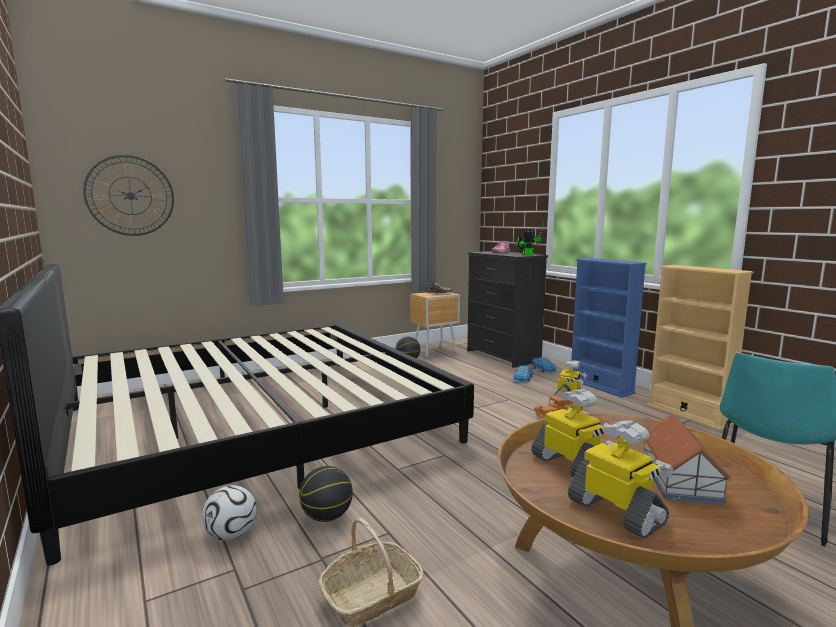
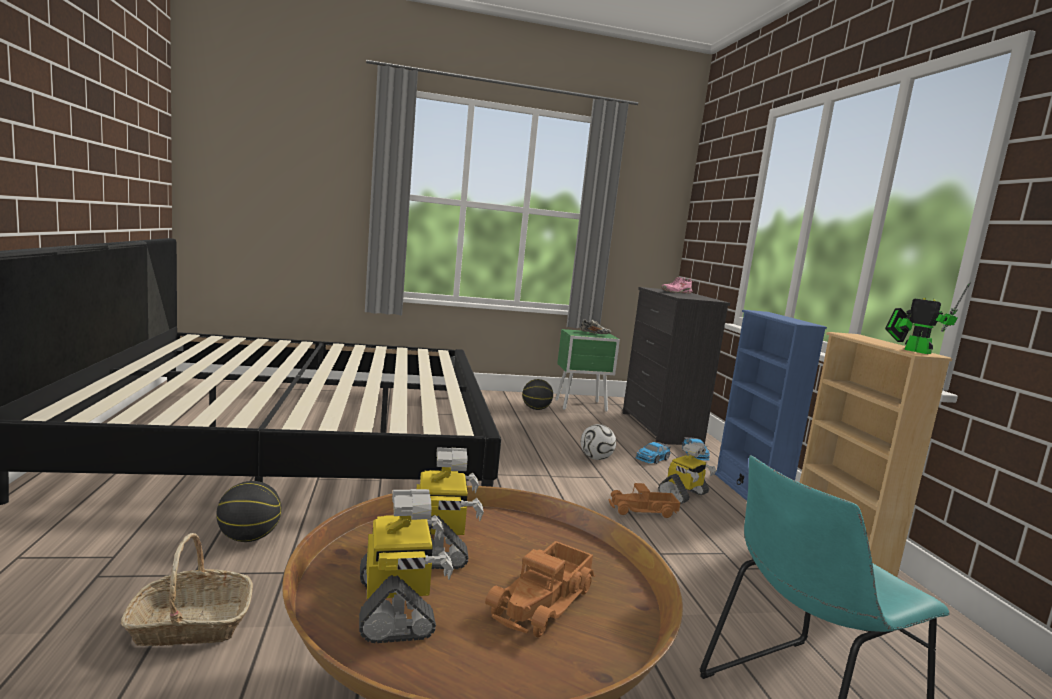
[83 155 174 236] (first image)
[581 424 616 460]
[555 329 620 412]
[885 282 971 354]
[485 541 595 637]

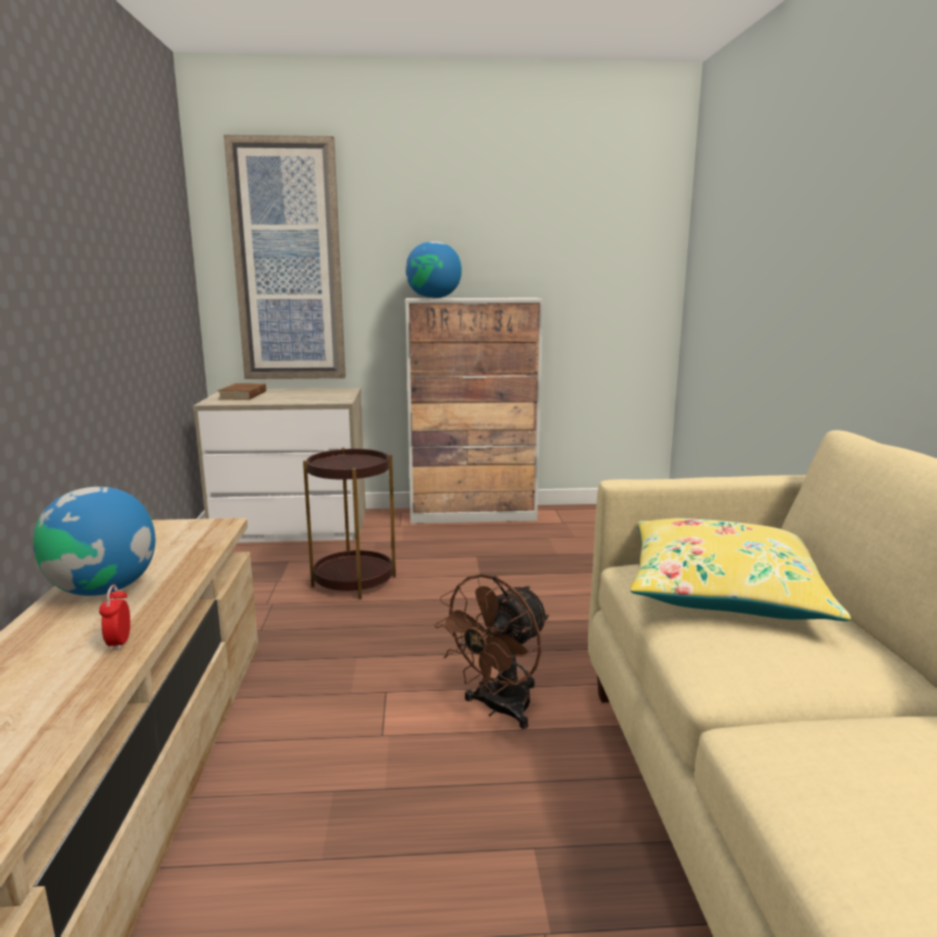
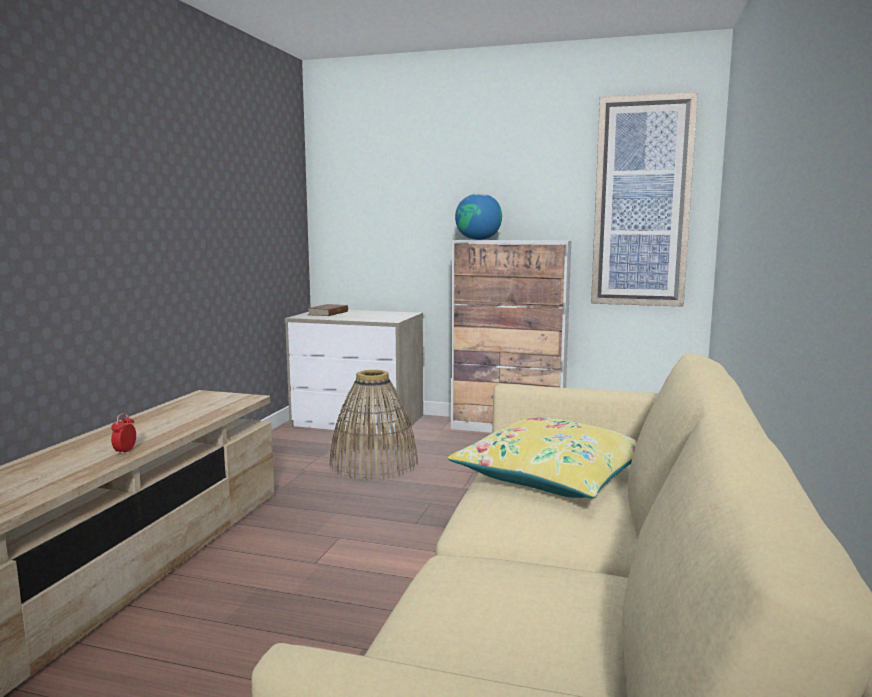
[33 487 155 596] (first image)
[591 92 698 307]
[330 370 418 480]
[434 574 549 729] (first image)

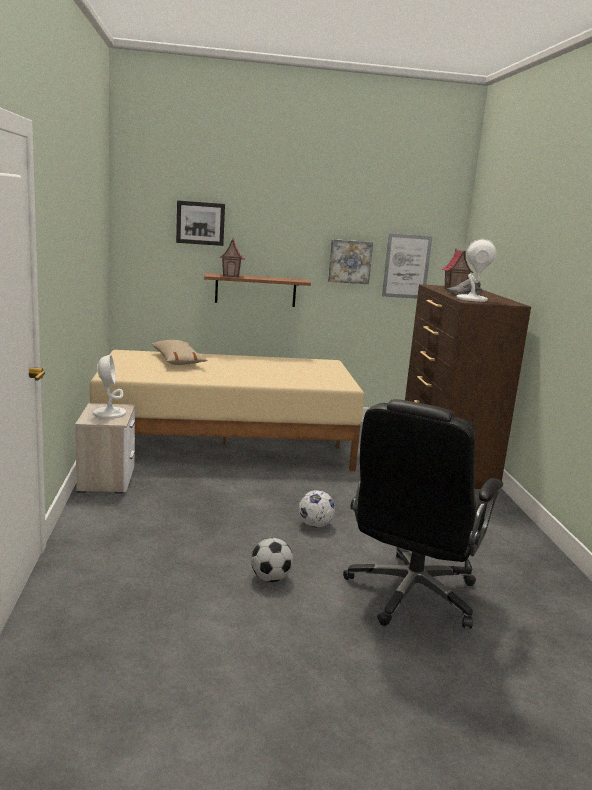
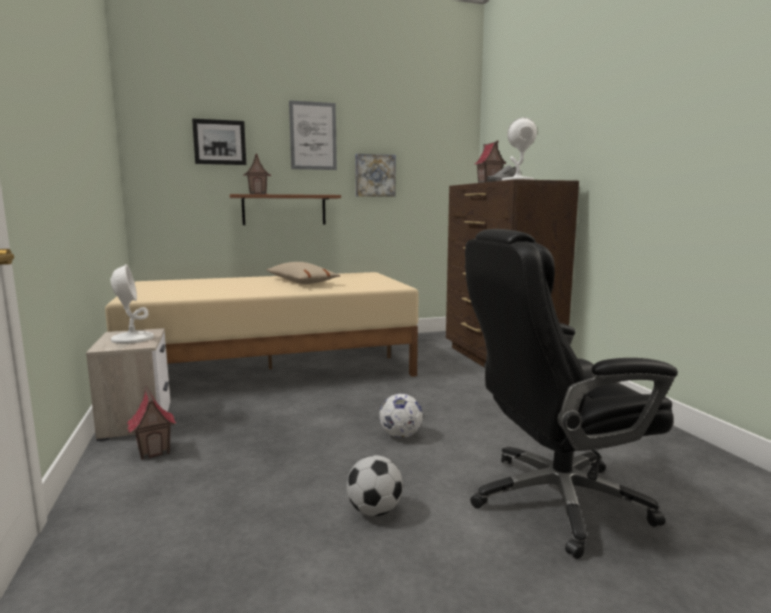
[266 262 341 284]
[465 229 678 559]
[289 100 337 170]
[127 385 176 459]

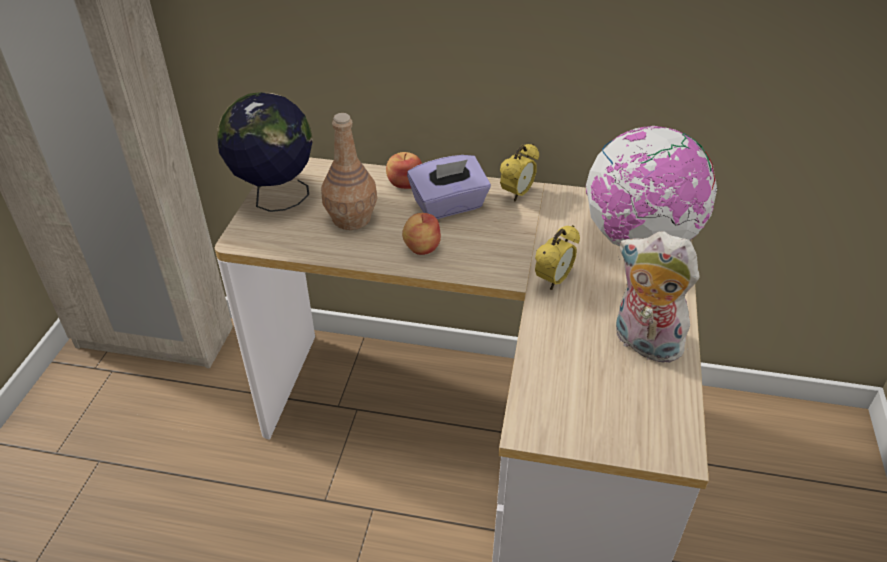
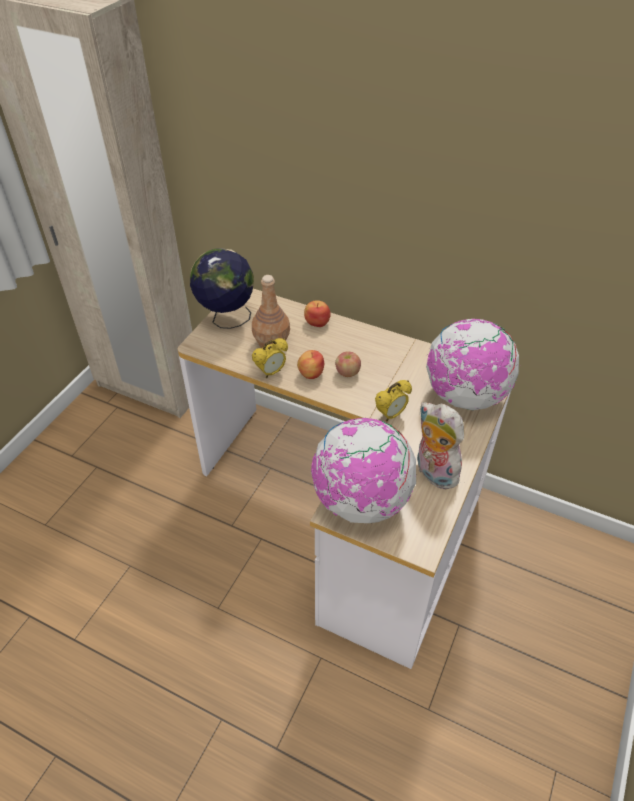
[407 155 491 219] (first image)
[252 338 288 378]
[311 418 416 523]
[335 352 361 377]

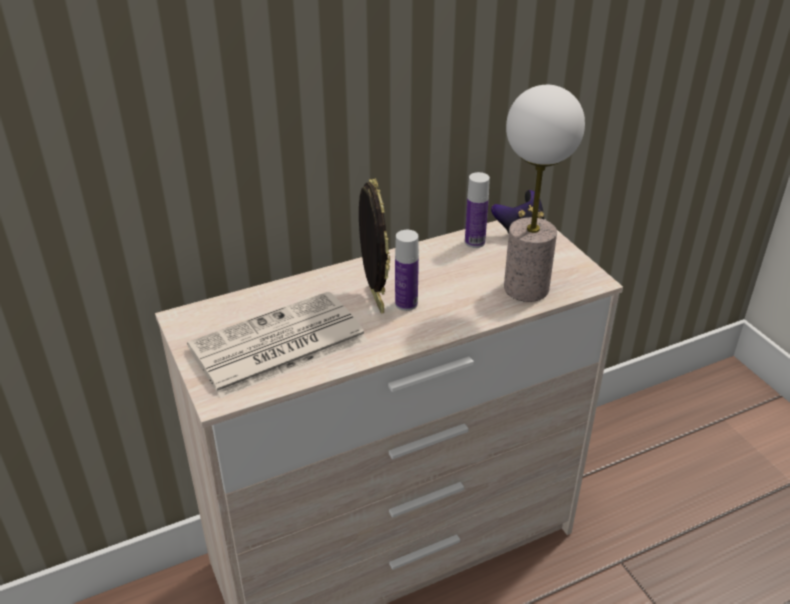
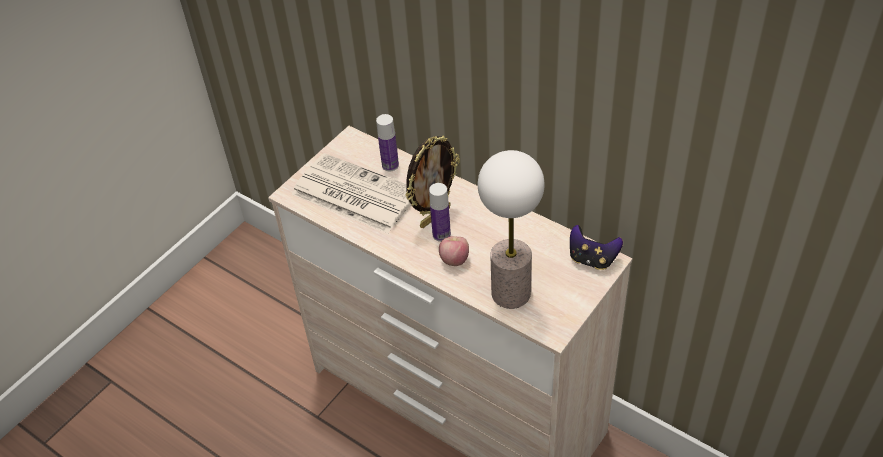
[376 114 399 171]
[439 236 469 266]

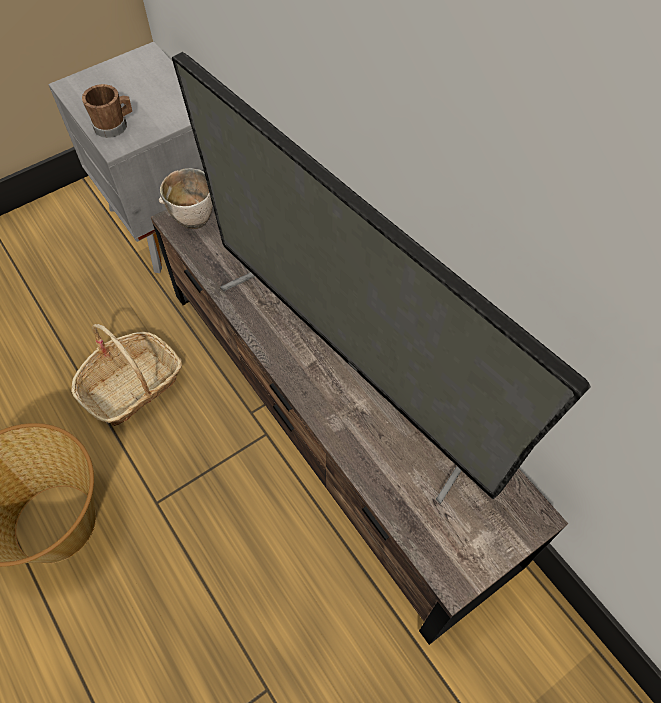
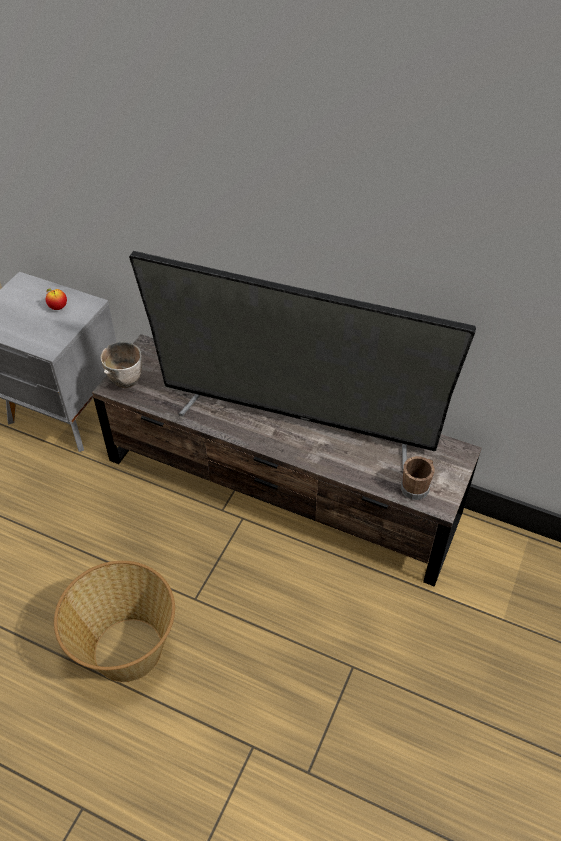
[71 324 182 426] (first image)
[401 456 435 500]
[46 288 67 310]

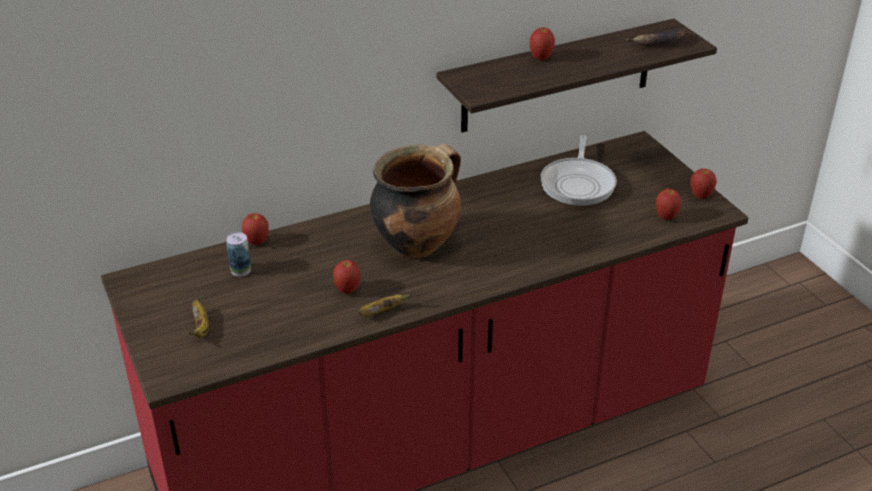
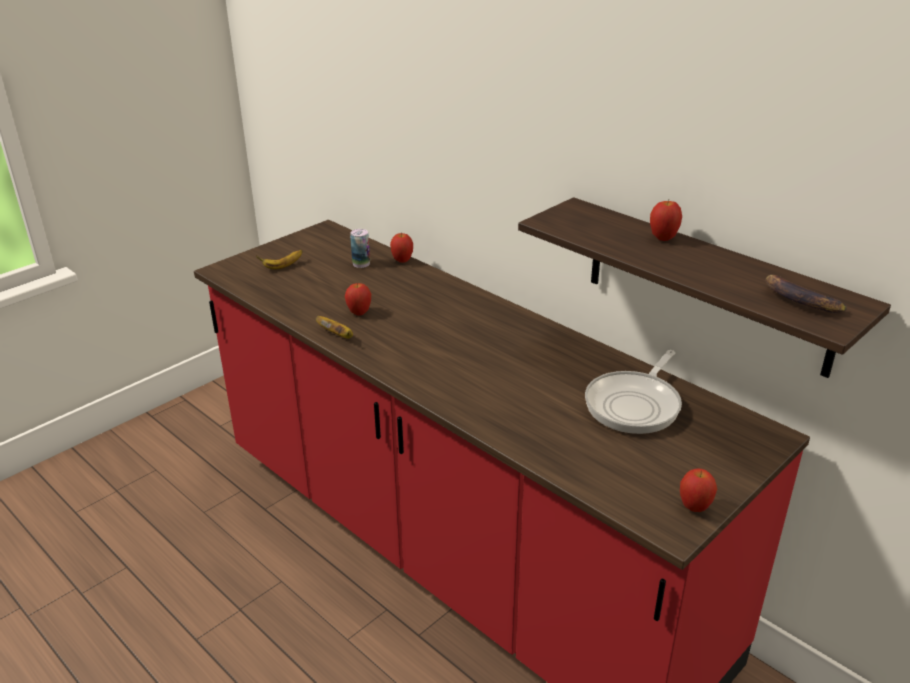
[370 144 461 258] (first image)
[585 350 682 434]
[656 188 682 220] (first image)

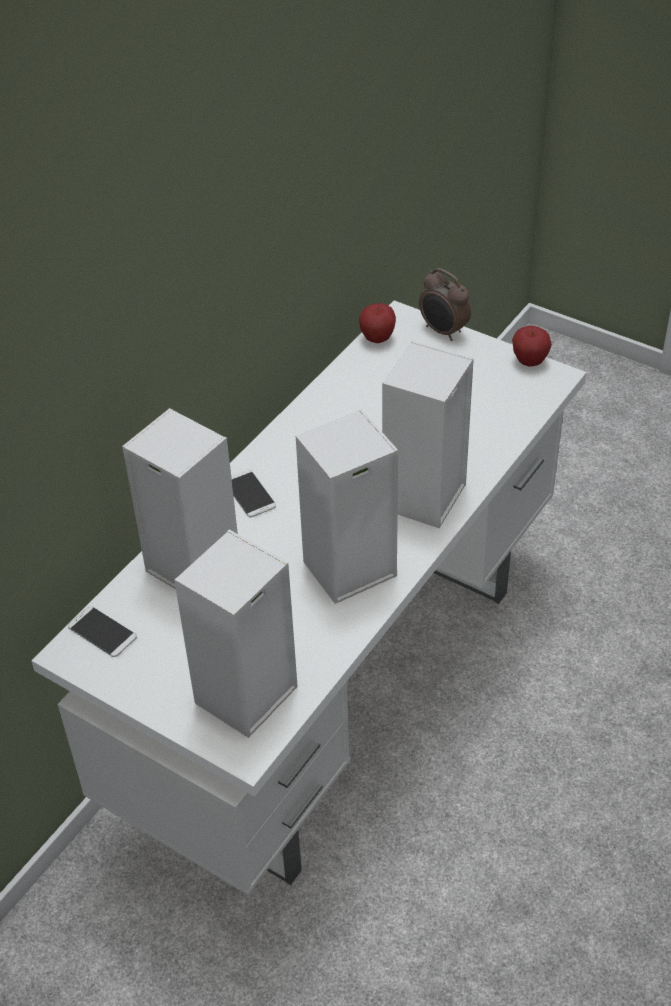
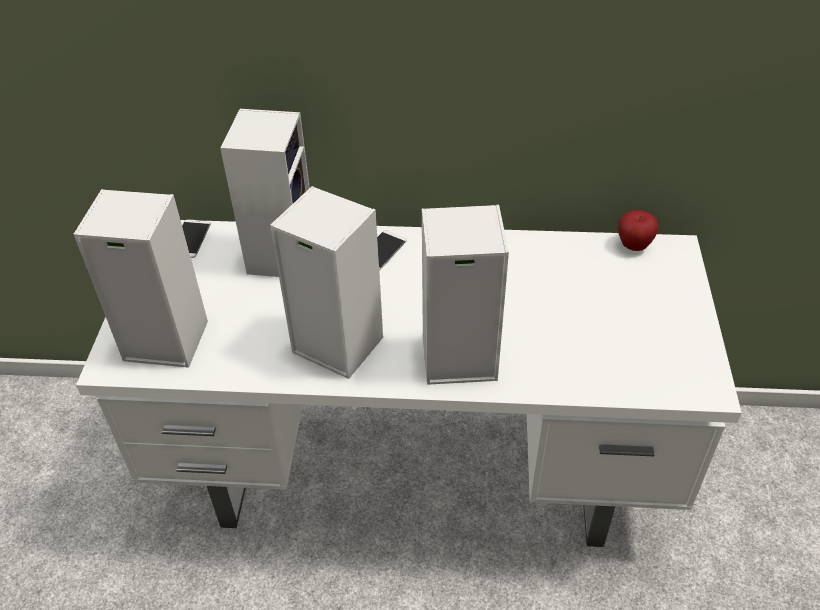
[419 268 471 341] (first image)
[512 326 552 367] (first image)

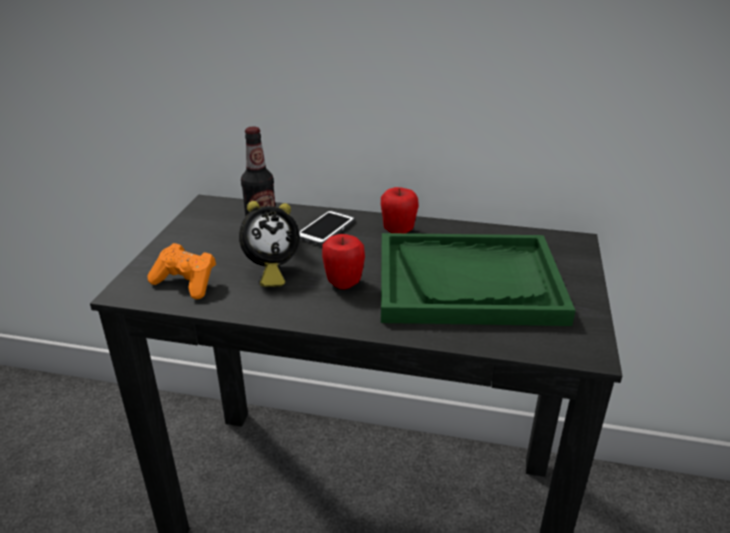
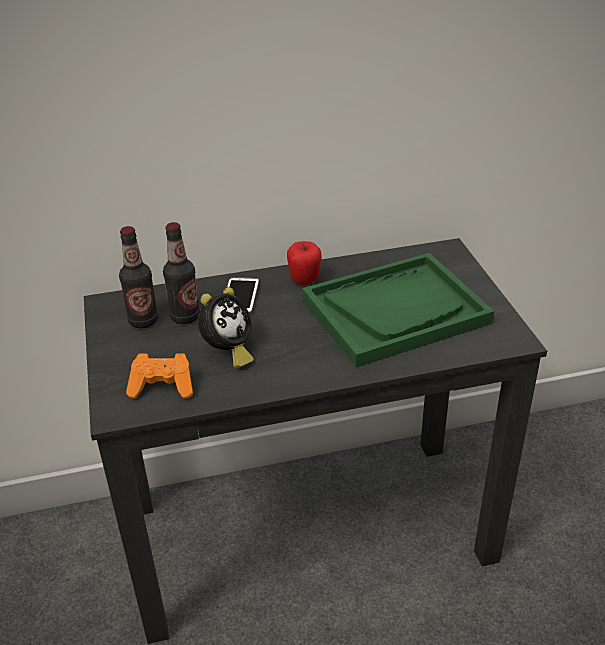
[322 234 365 289] (first image)
[119 226 158 328]

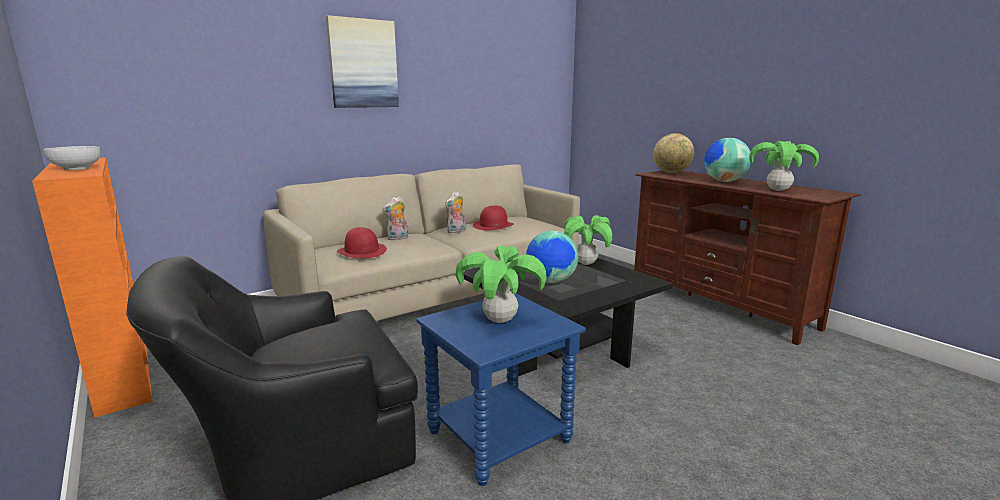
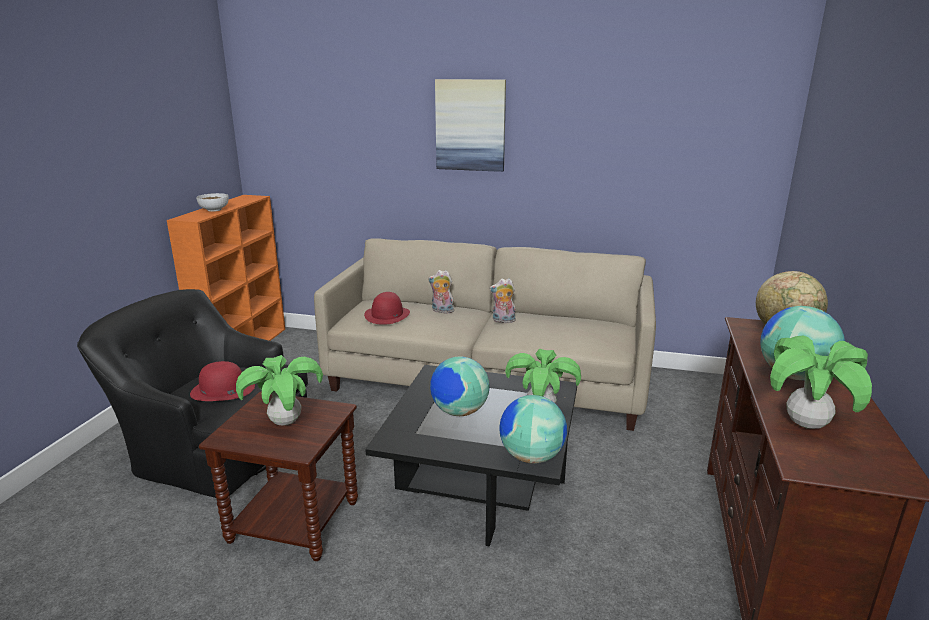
[199 391 358 561]
[190 361 255 401]
[499 395 567 464]

